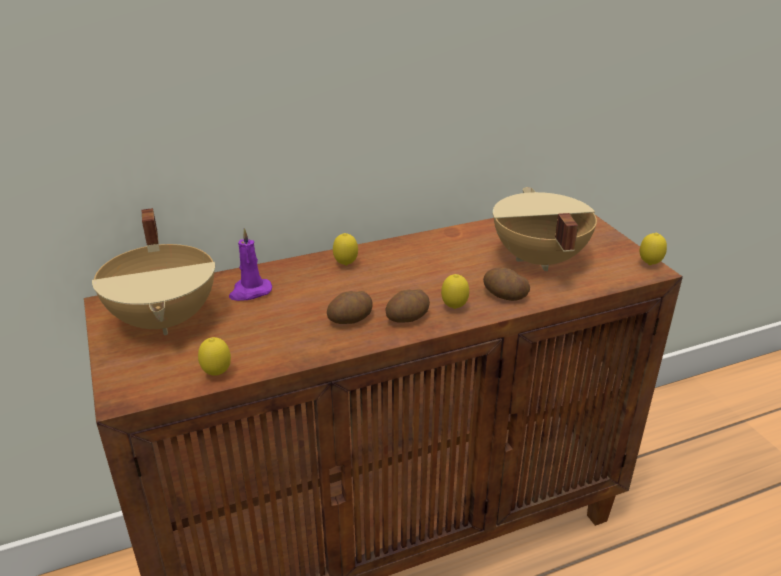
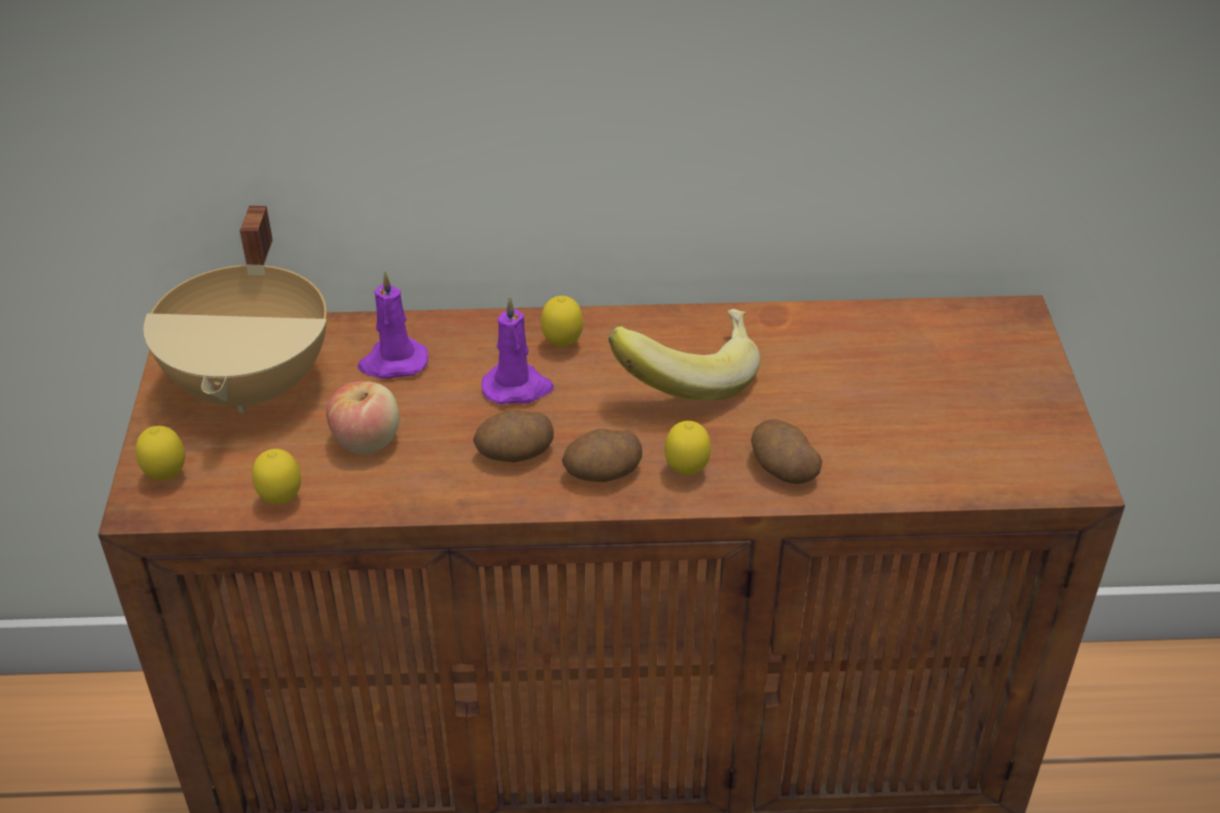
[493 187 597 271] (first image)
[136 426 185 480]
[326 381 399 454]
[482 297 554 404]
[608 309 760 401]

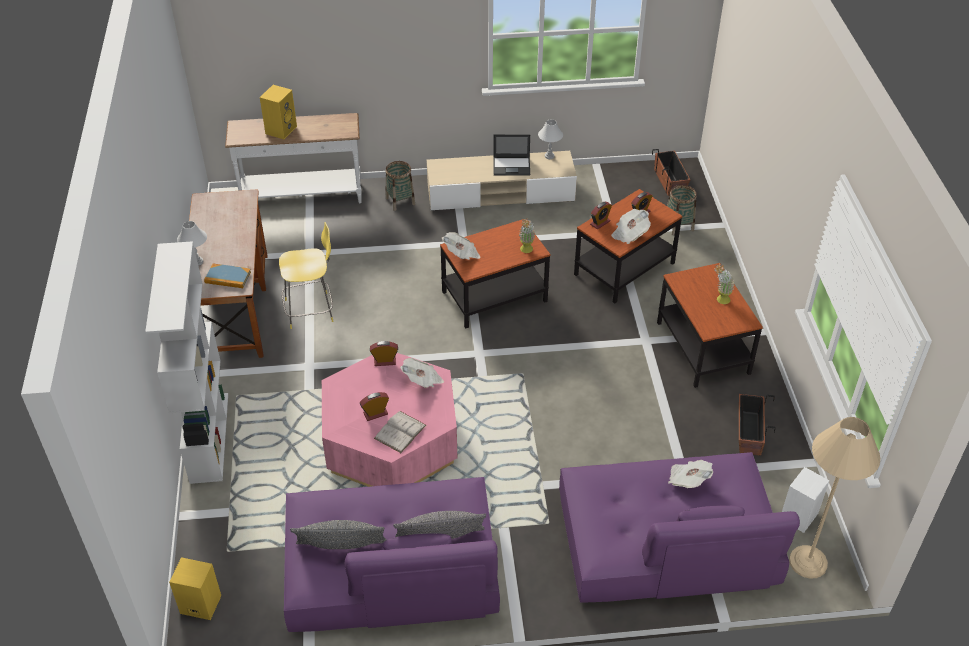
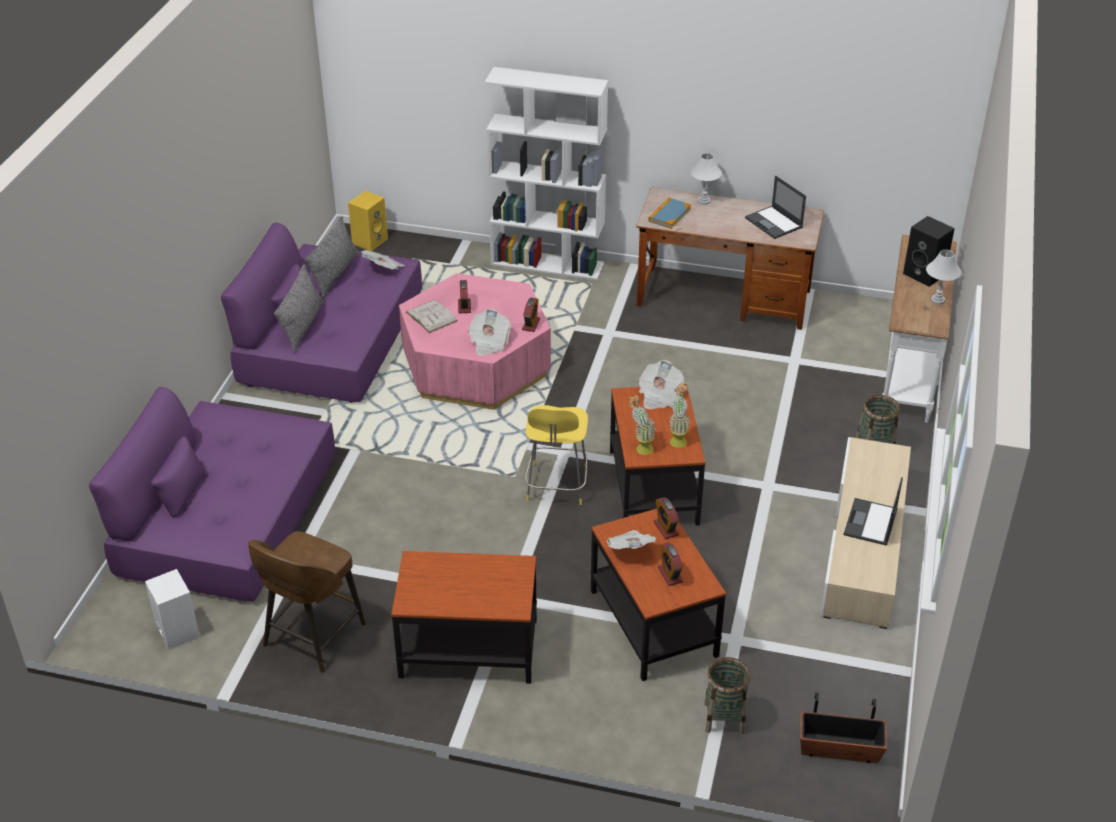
[903 216 955 287]
[525 405 588 505]
[926 250 961 305]
[361 250 405 270]
[668 383 691 448]
[248 531 366 673]
[789 417 880 579] (first image)
[745 176 806 239]

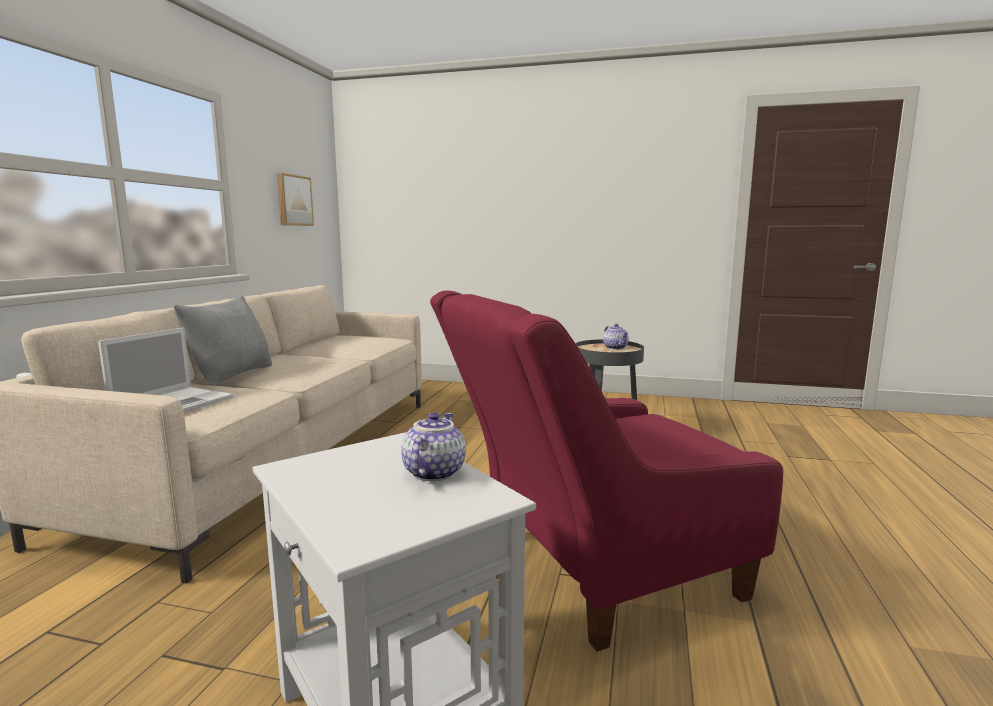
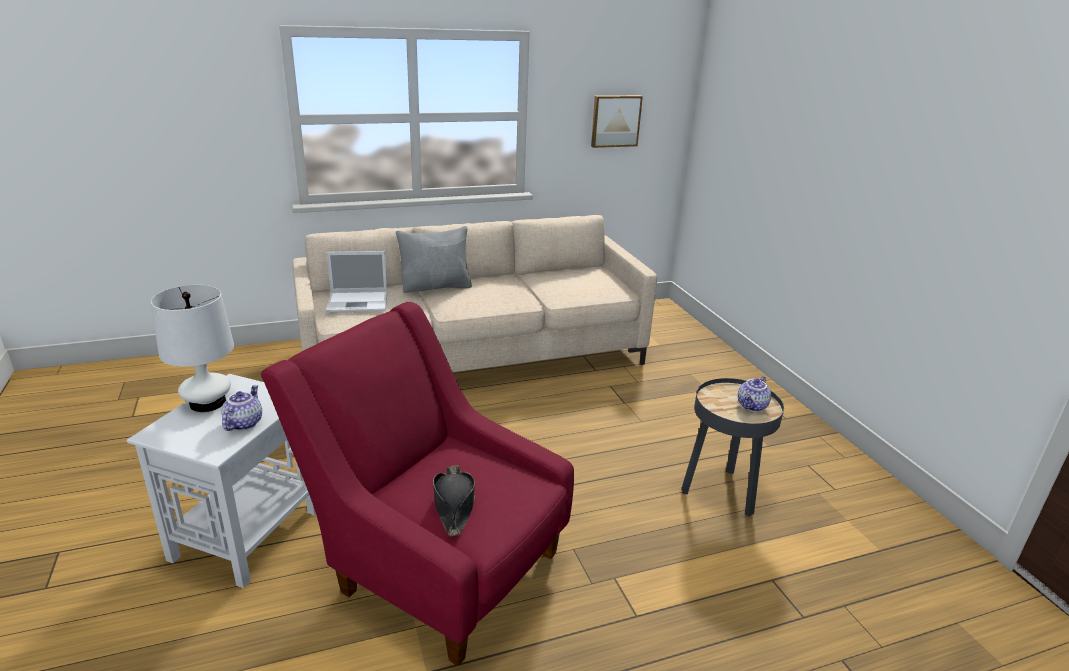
[221 385 262 431]
[151 285 234 412]
[433 465 475 536]

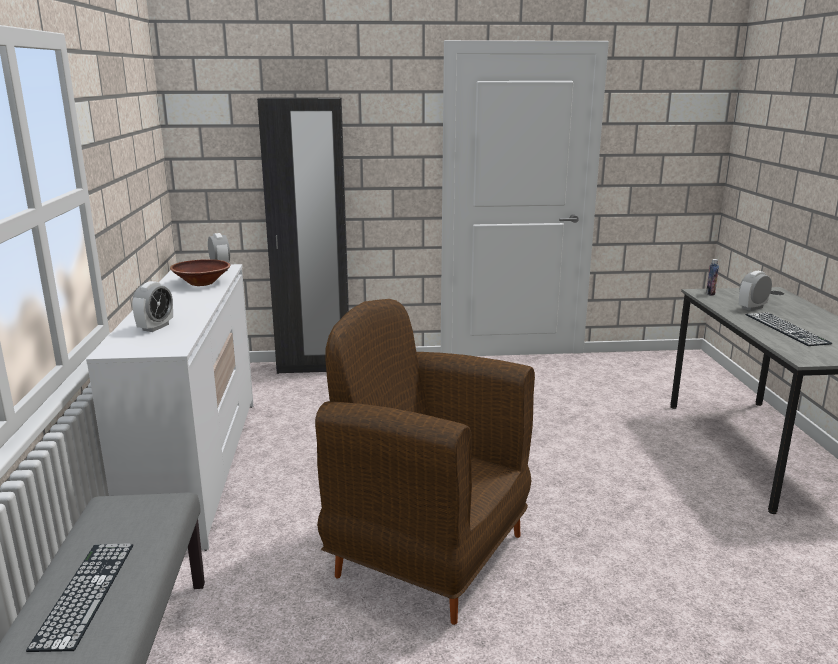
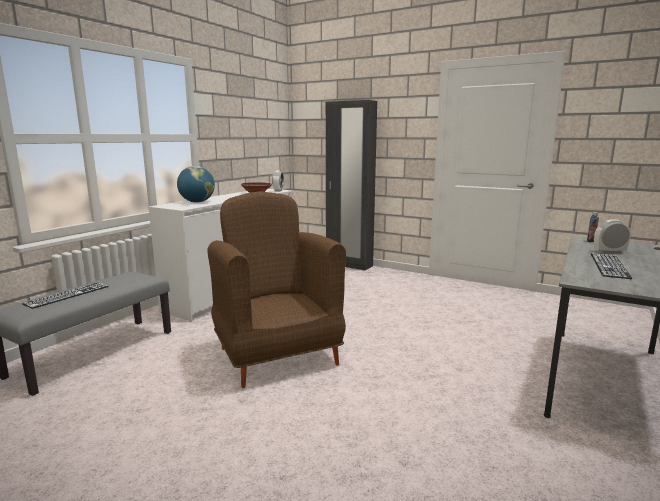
[177 166 215 203]

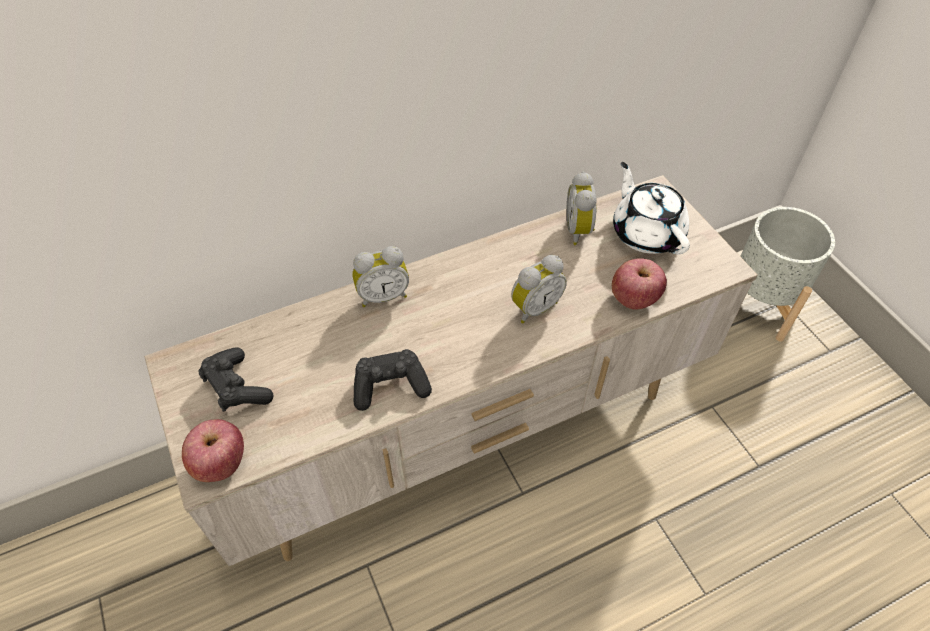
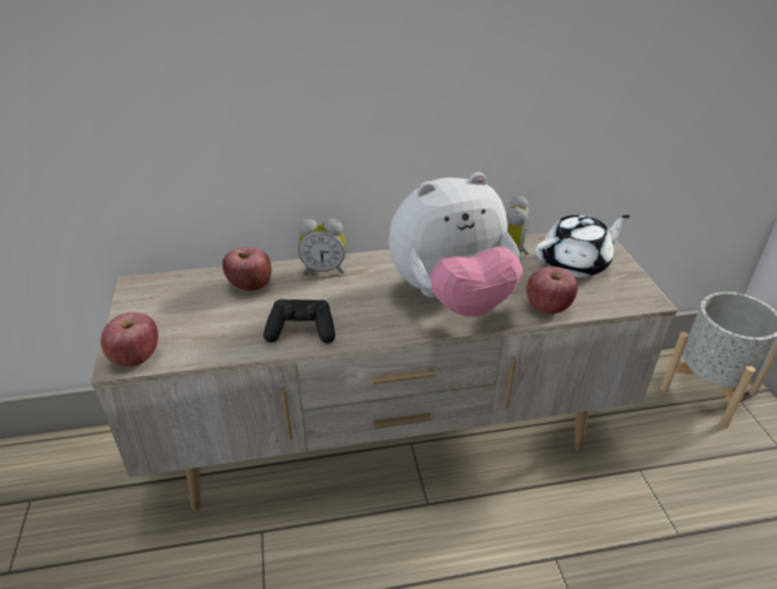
[198 347 273 412] (first image)
[389 172 522 317]
[535 215 630 277]
[222 247 272 291]

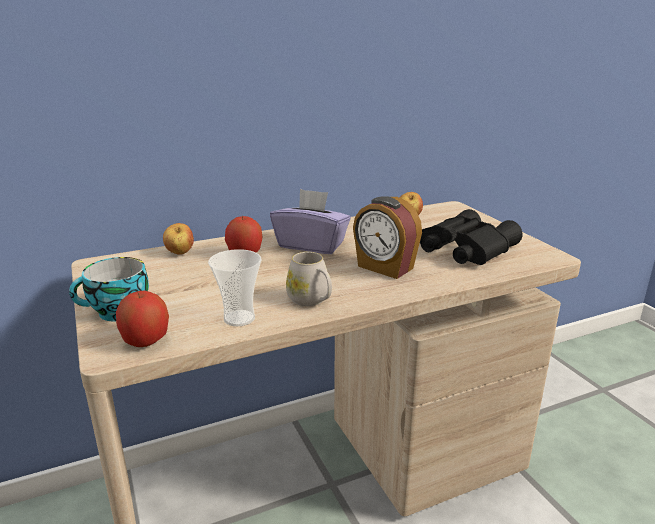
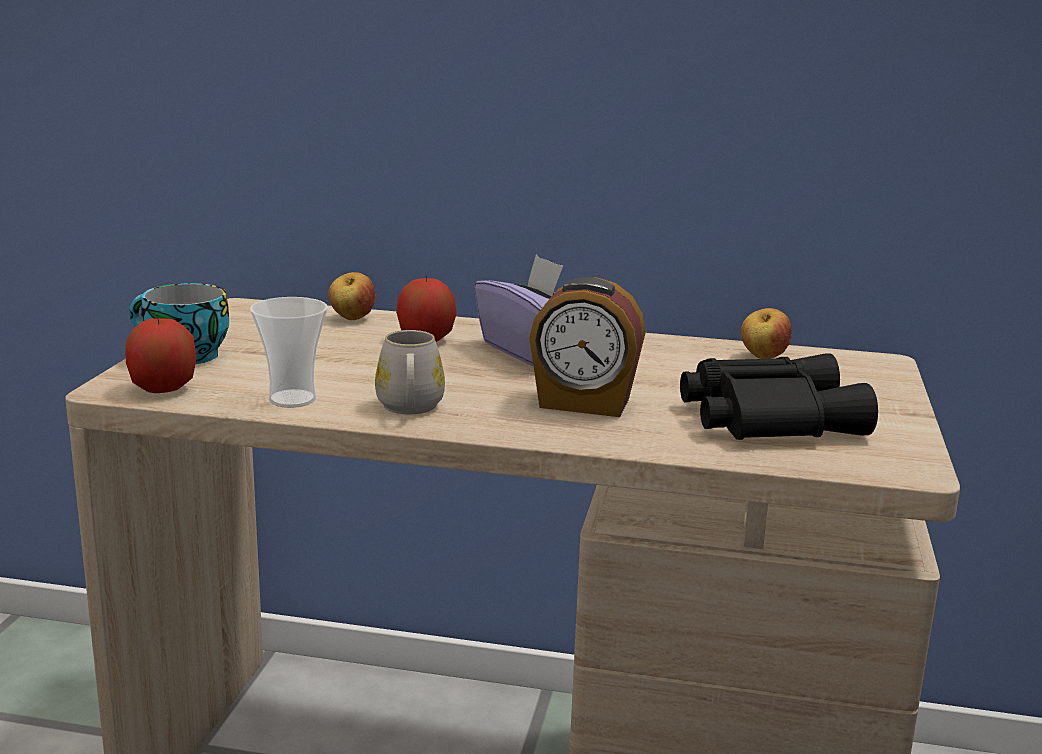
[529 277 645 417]

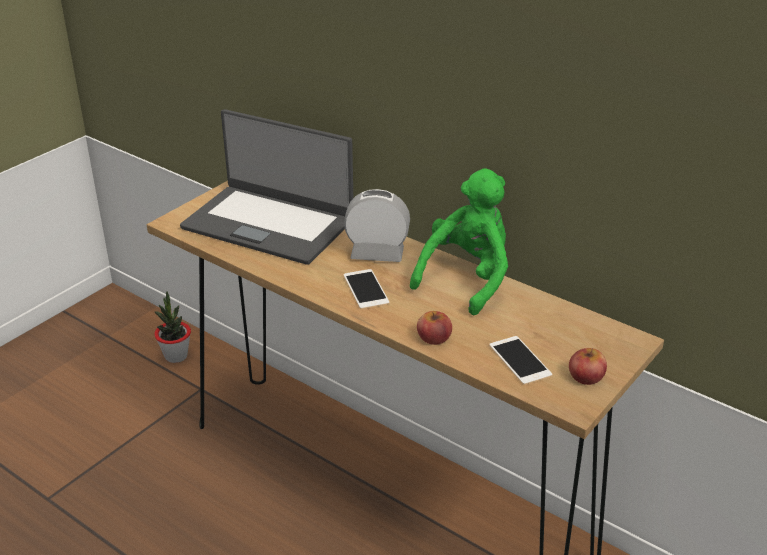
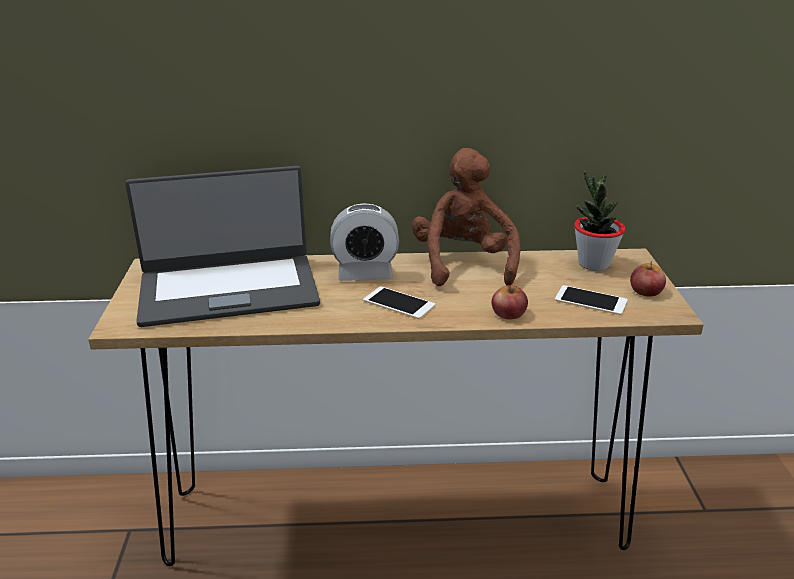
[574 170 625 271]
[330 203 399 281]
[412 148 521 286]

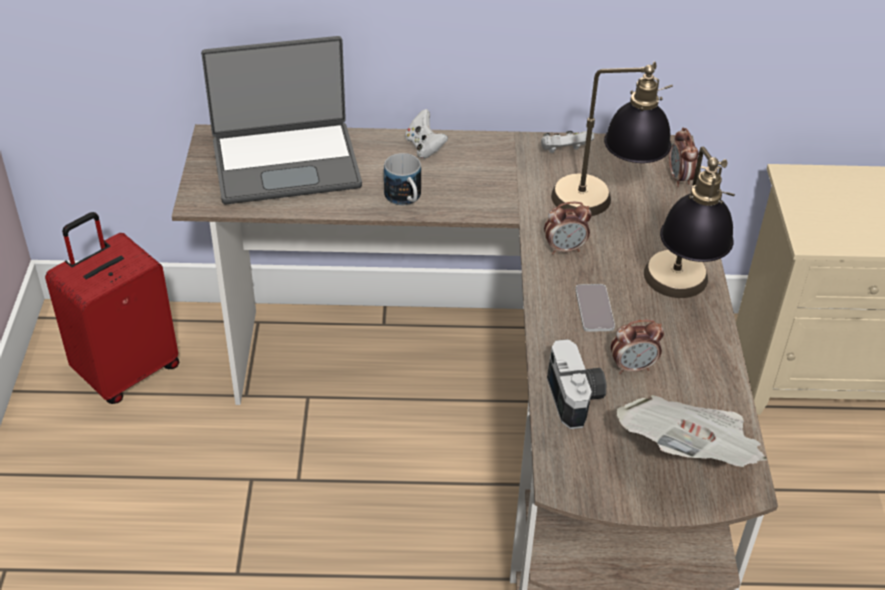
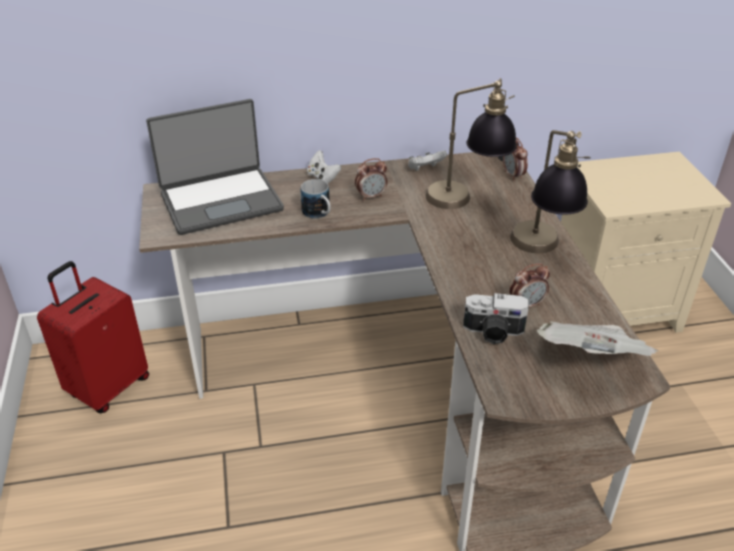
[355 158 388 201]
[463 293 529 344]
[575 284 615 332] (first image)

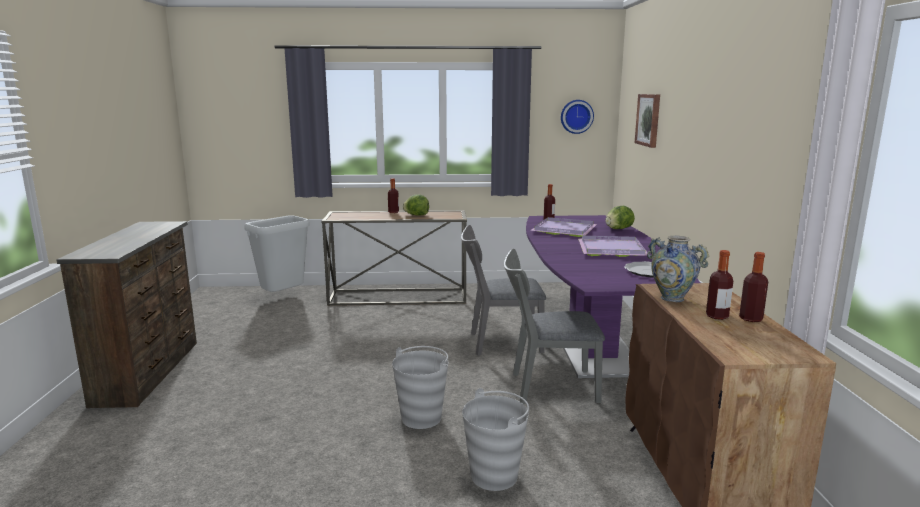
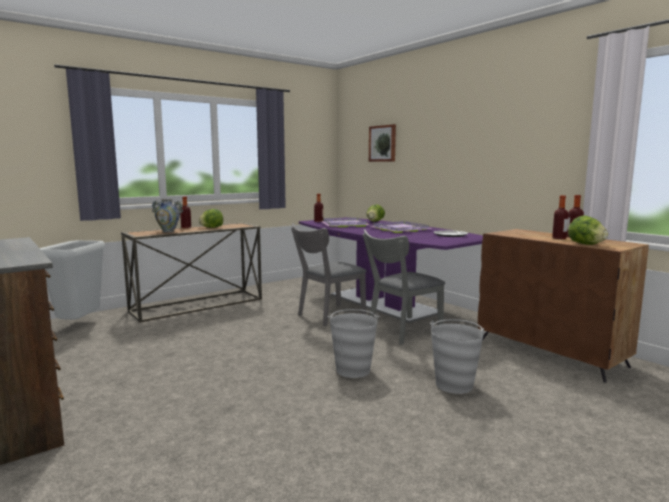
[561 100 594 134] (first image)
[152 199 183 233]
[568 216 608 245]

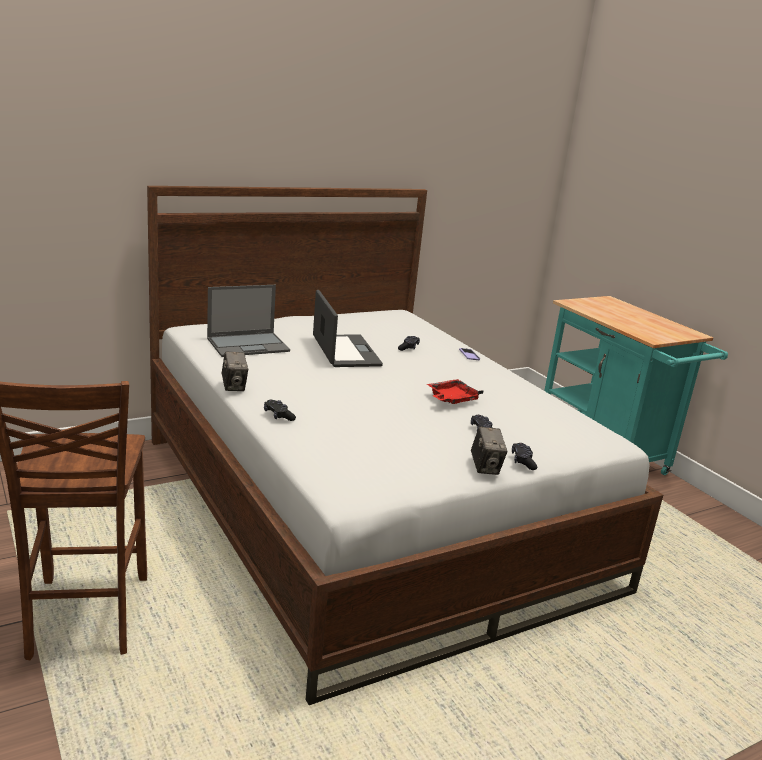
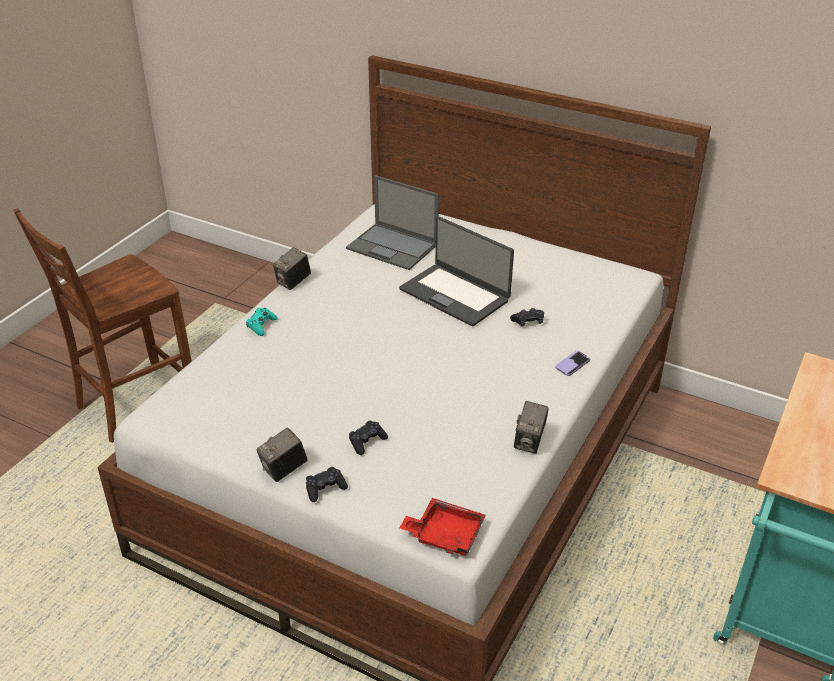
[246 308 277 336]
[399 216 514 326]
[399 498 486 556]
[514 401 549 454]

